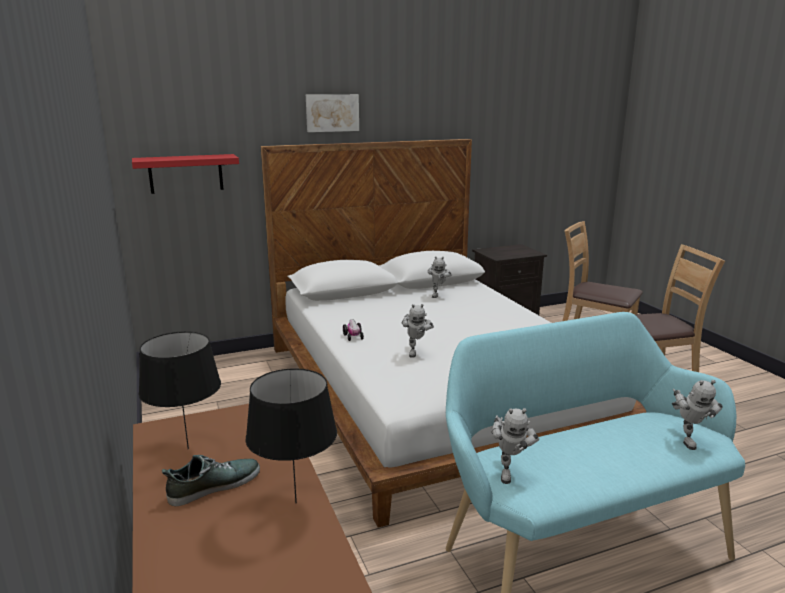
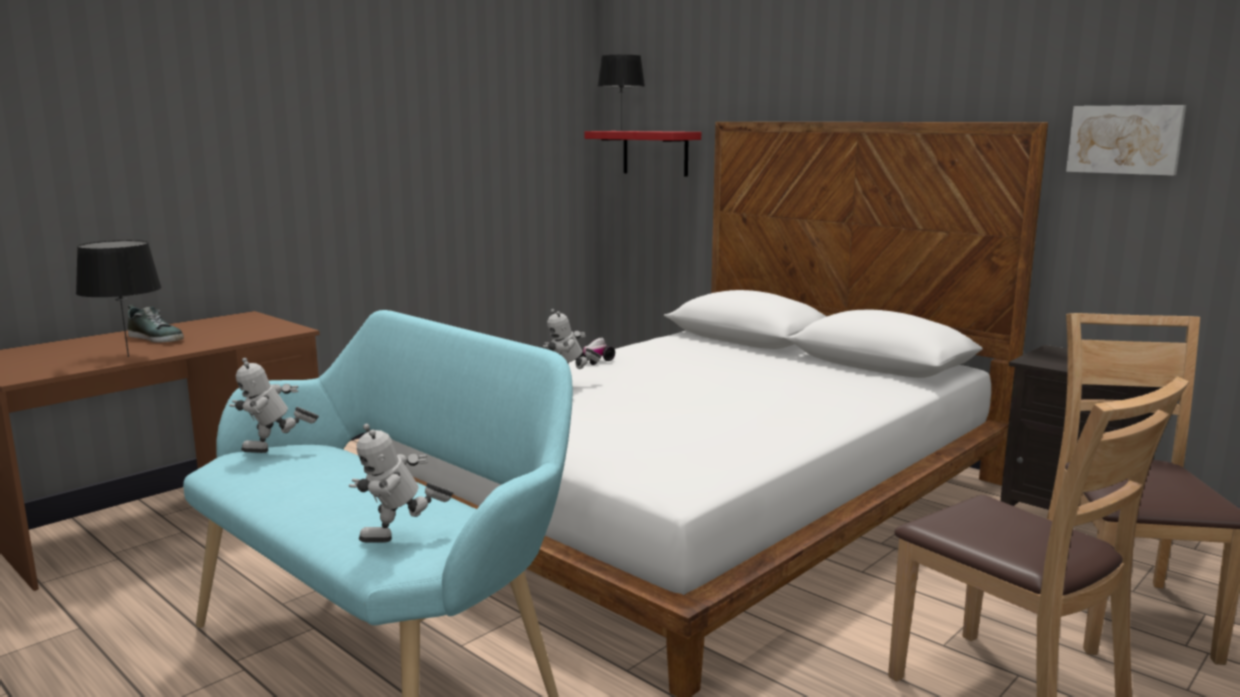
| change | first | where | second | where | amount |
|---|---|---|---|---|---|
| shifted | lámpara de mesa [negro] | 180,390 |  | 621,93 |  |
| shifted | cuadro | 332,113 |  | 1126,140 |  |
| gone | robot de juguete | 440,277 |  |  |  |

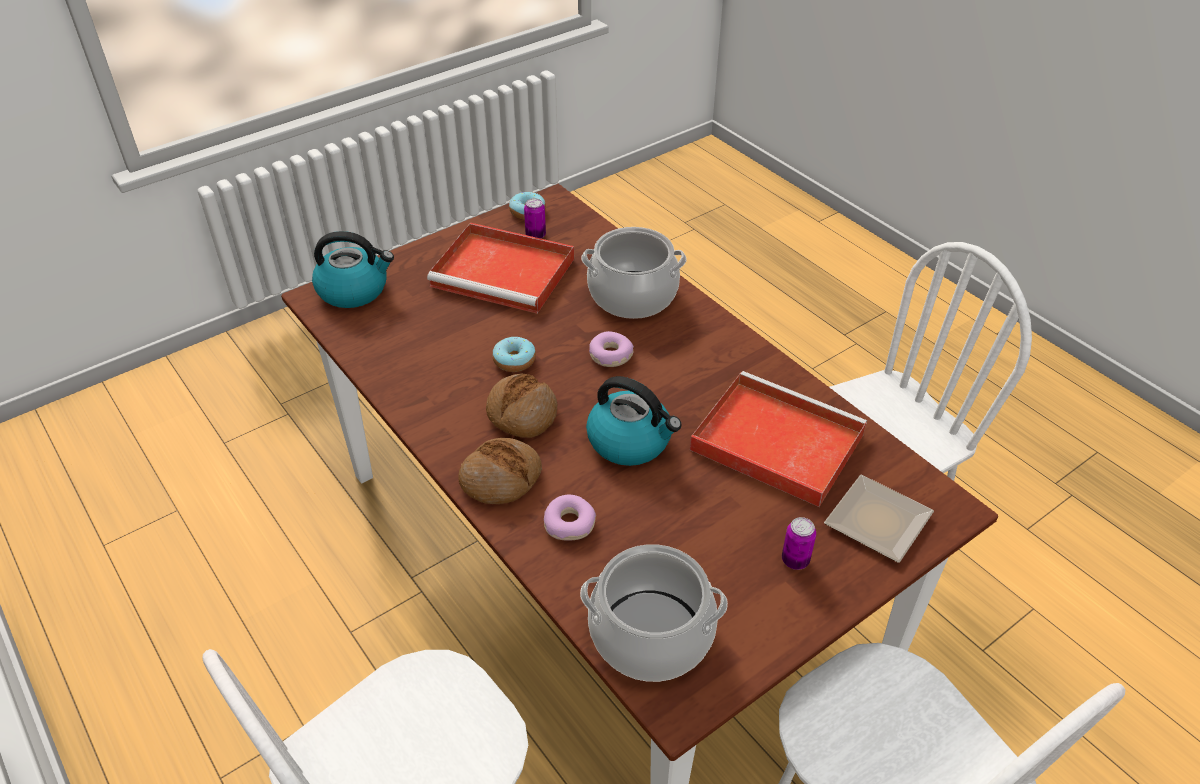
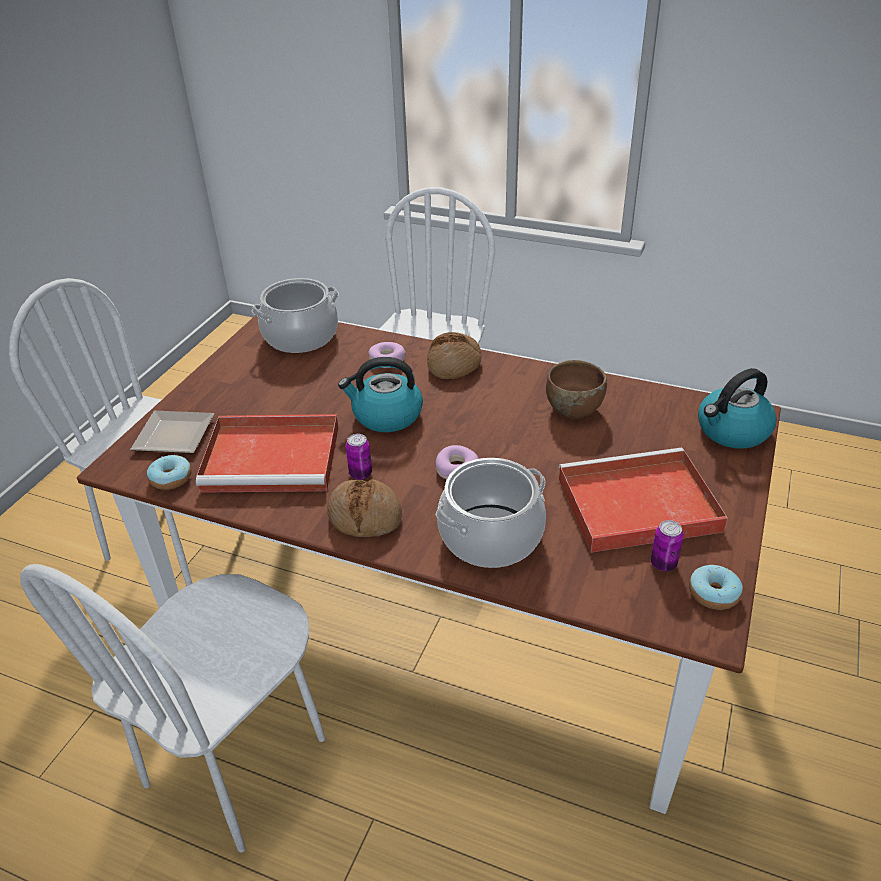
| change | first | where | second | where | amount |
|---|---|---|---|---|---|
| shifted | rosquilla | 514,354 |  | 169,472 |  |
| shifted | pan | 521,406 |  | 364,508 |  |
| shifted | lata | 799,543 |  | 359,457 |  |
| new |  |  | cuenco [marrón] | 576,389 |  |

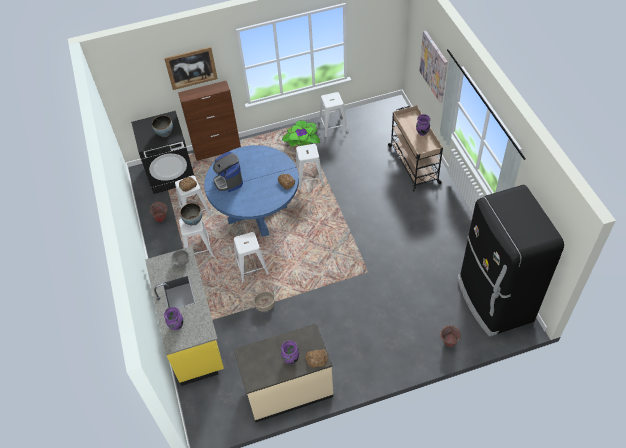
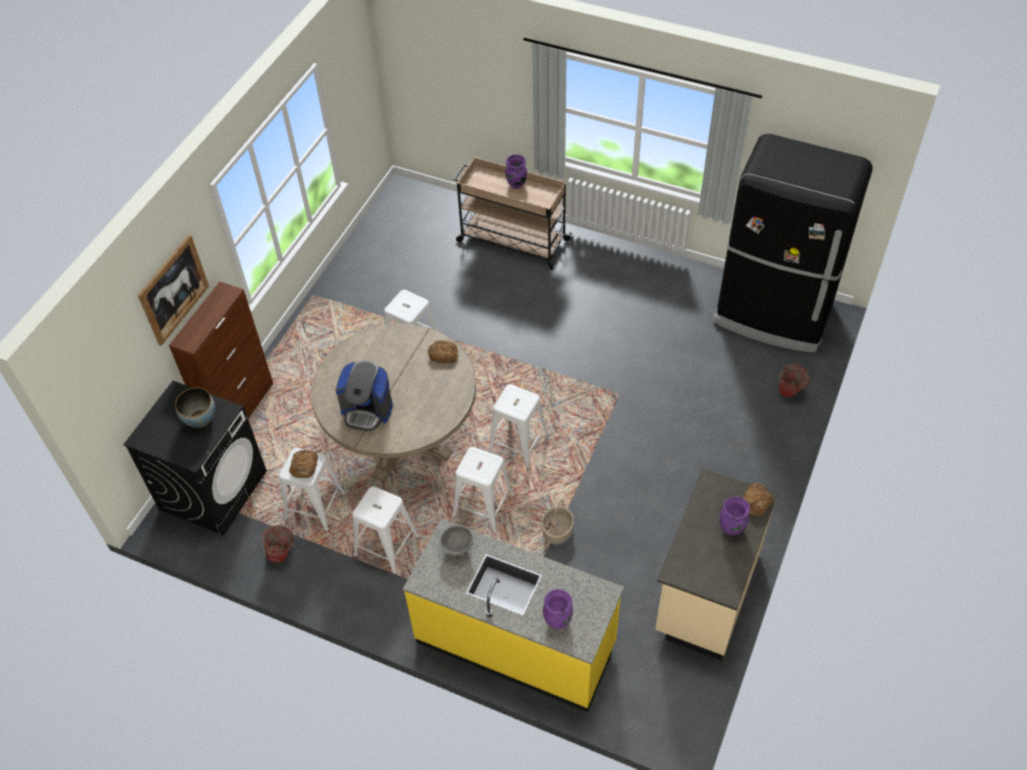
| change | first | where | second | where | amount |
|---|---|---|---|---|---|
| repainted | mesa de comedor [azul] | 251,191 | mesa de comedor [beis] | 393,402 |  |
| shifted | taburete [blanco] | 333,115 |  | 518,426 |  |
| gone | cuenco | 191,214 |  |  |  |
| gone | planta en maceta | 301,133 |  |  |  |
| gone | cuadro | 433,66 |  |  |  |

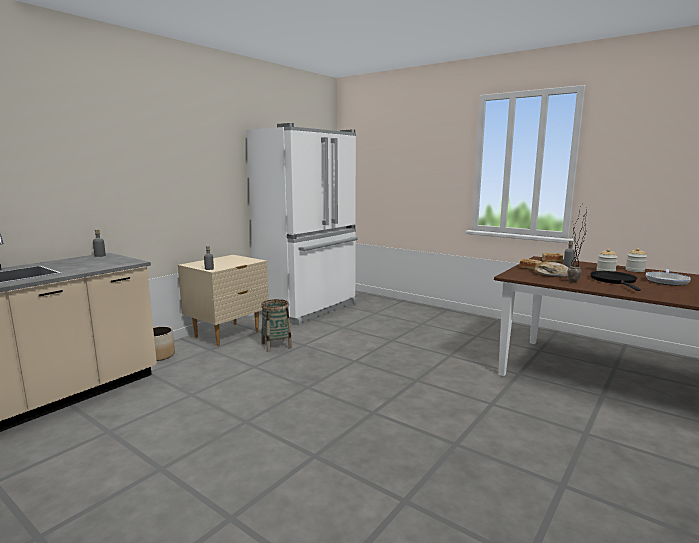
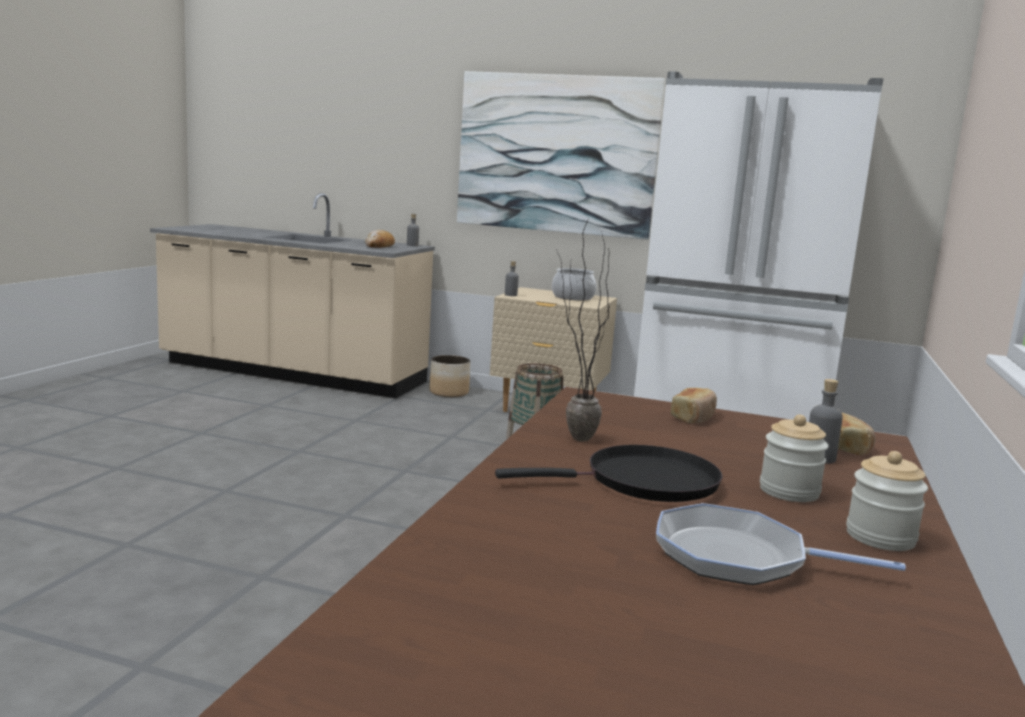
| change | first | where | second | where | amount |
|---|---|---|---|---|---|
| shifted | pan | 551,269 |  | 379,239 |  |
| new |  |  | cuadro | 561,155 |  |
| new |  |  | olla | 574,284 |  |

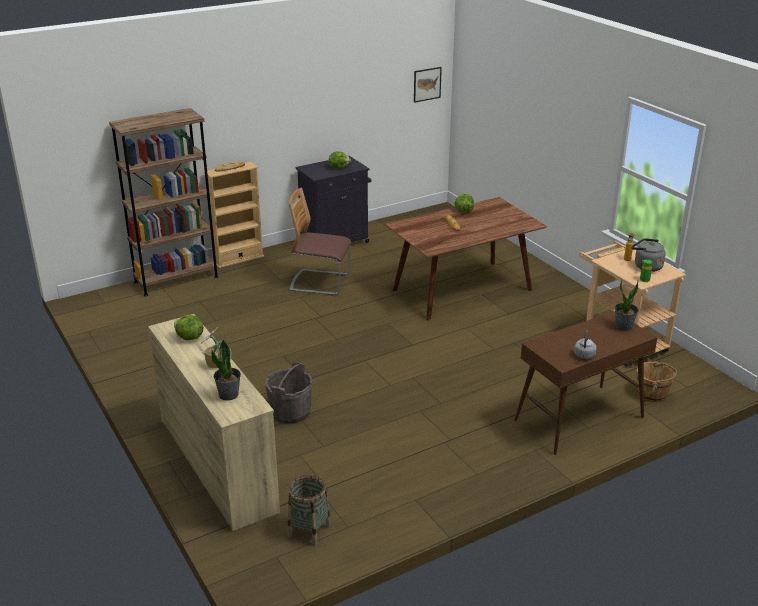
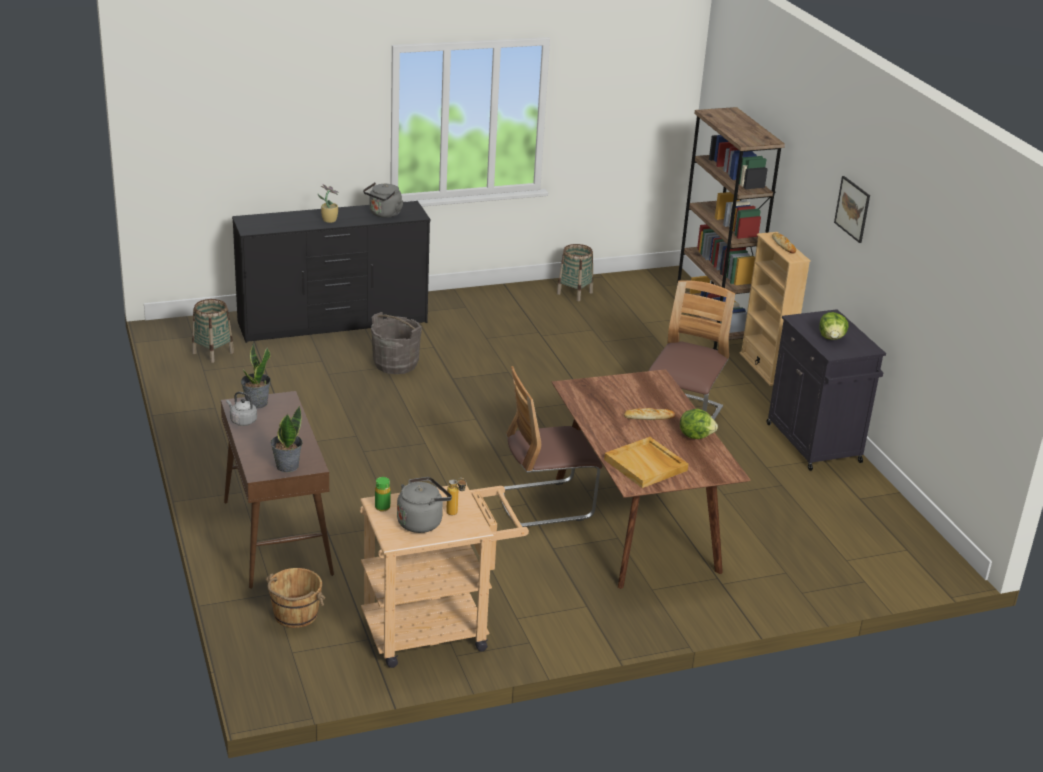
| change | first | where | second | where | amount |
|---|---|---|---|---|---|
| repainted | cómoda [beis] | 214,422 | cómoda [negro] | 331,272 |  |
| shifted | planta en maceta | 226,370 |  | 256,375 |  |
| swapped | lechuga | 188,327 | hervidor [gris] | 383,200 |  |
| new |  |  | silla | 551,446 |  |
| new |  |  | cesta | 575,272 |  |
| new |  |  | bandeja [beis] | 646,462 |  |
| shifted | cuadro | 428,85 |  | 852,209 |  |

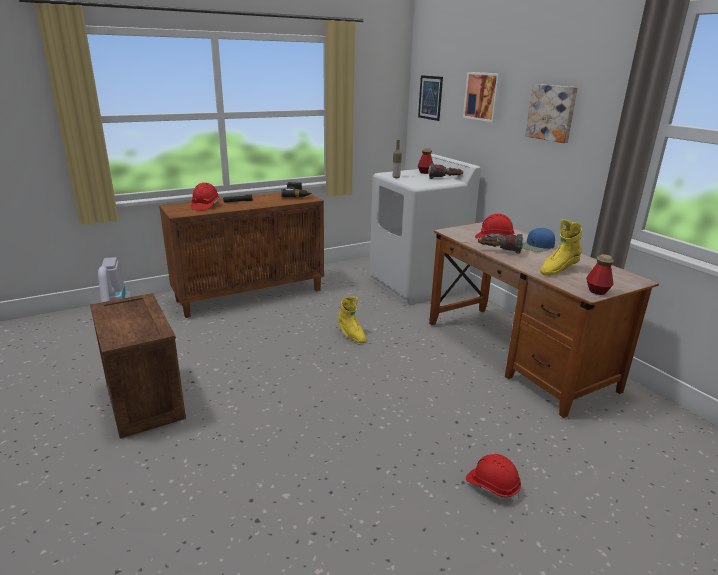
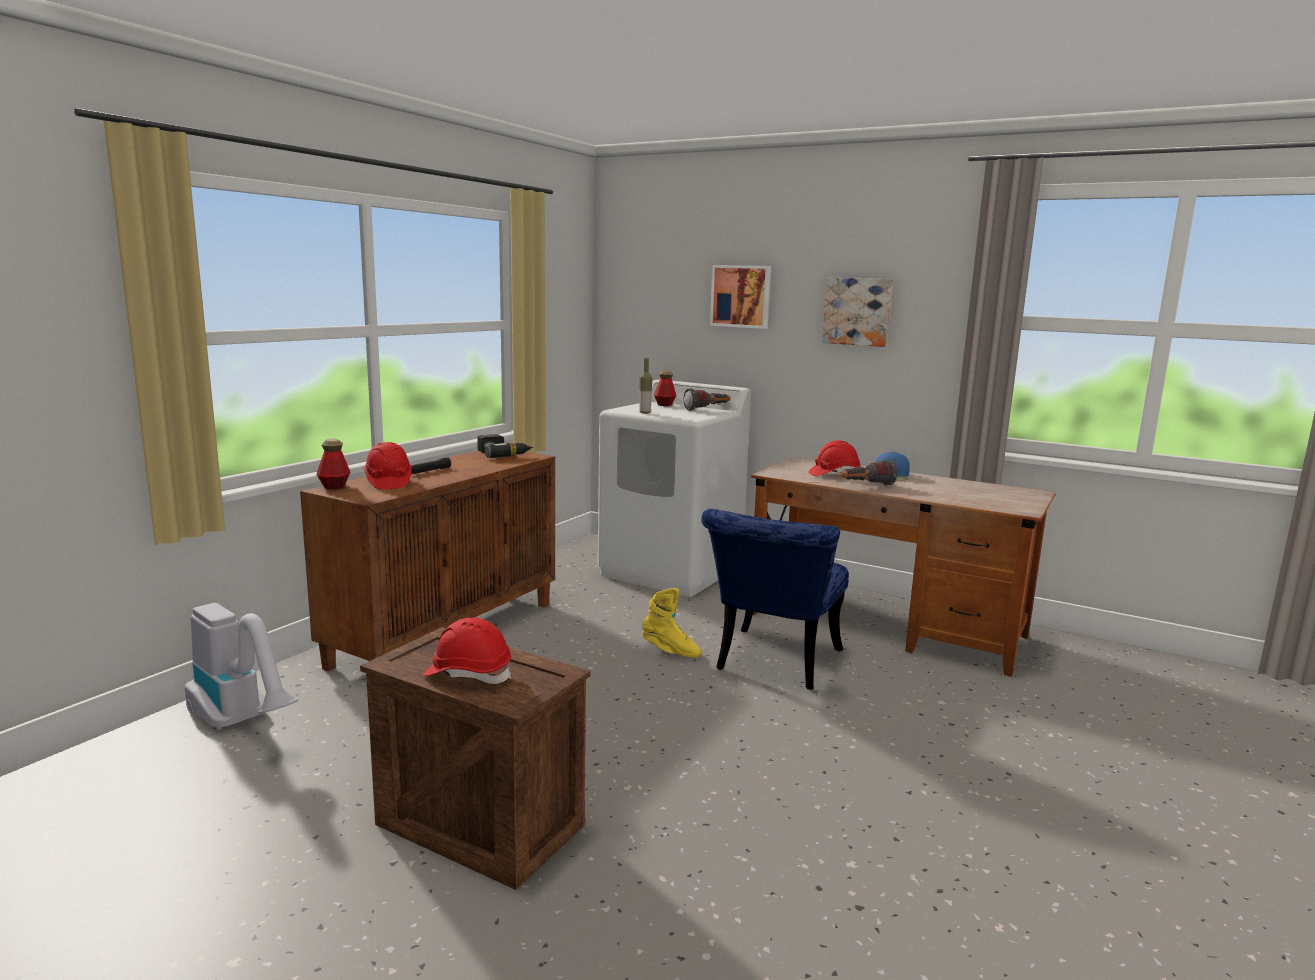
| change | first | where | second | where | amount |
|---|---|---|---|---|---|
| shifted | botella | 600,274 |  | 333,464 |  |
| shifted | casco [rojo] | 493,478 |  | 467,650 |  |
| new |  |  | silla [azul] | 775,599 |  |
| gone | cuadro | 430,98 |  |  |  |
| gone | bota [amarillo] | 561,247 |  |  |  |

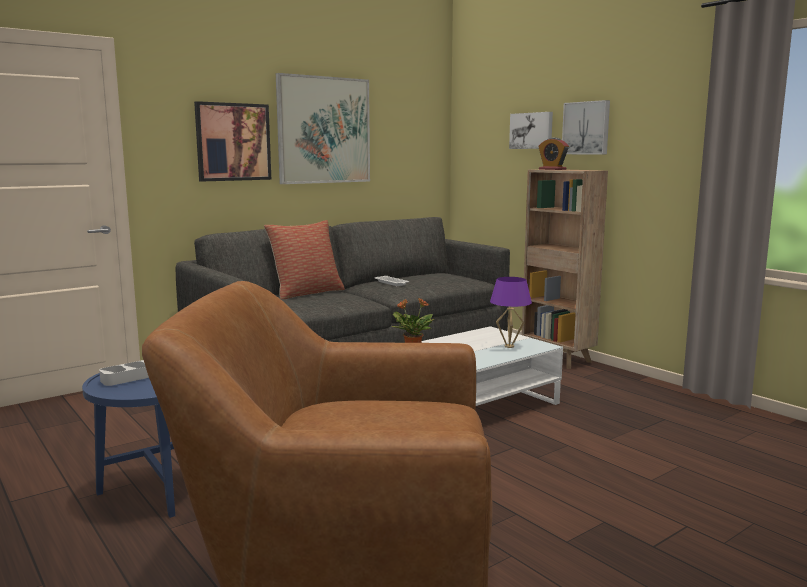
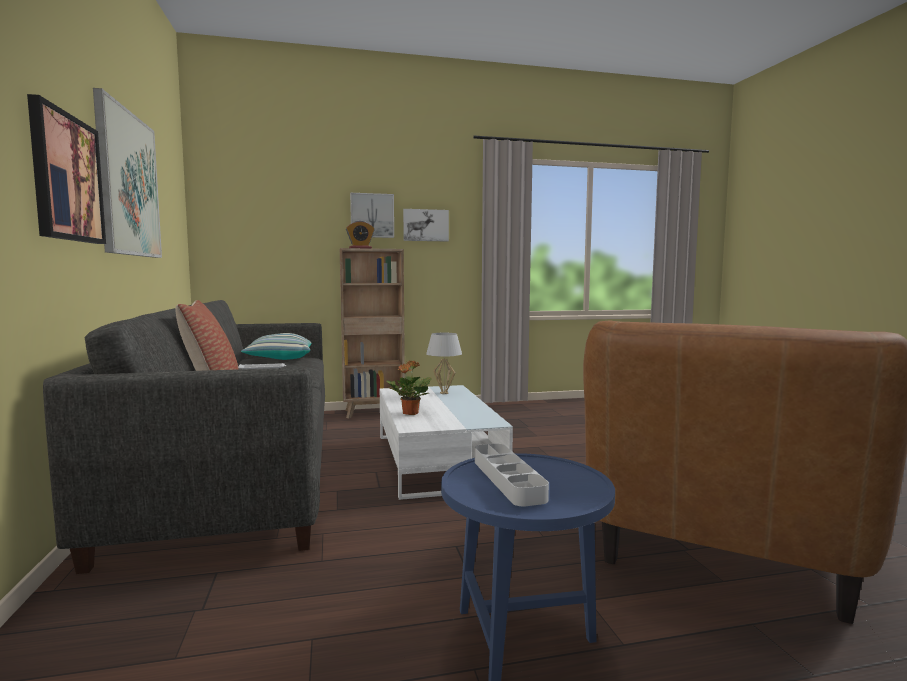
| change | first | where | second | where | amount |
|---|---|---|---|---|---|
| new |  |  | cojín | 276,346 |  |
| shifted | cuadro | 531,130 |  | 426,225 |  |
| repainted | lámpara de mesa [morado] | 511,312 | lámpara de mesa [blanco] | 444,363 |  |

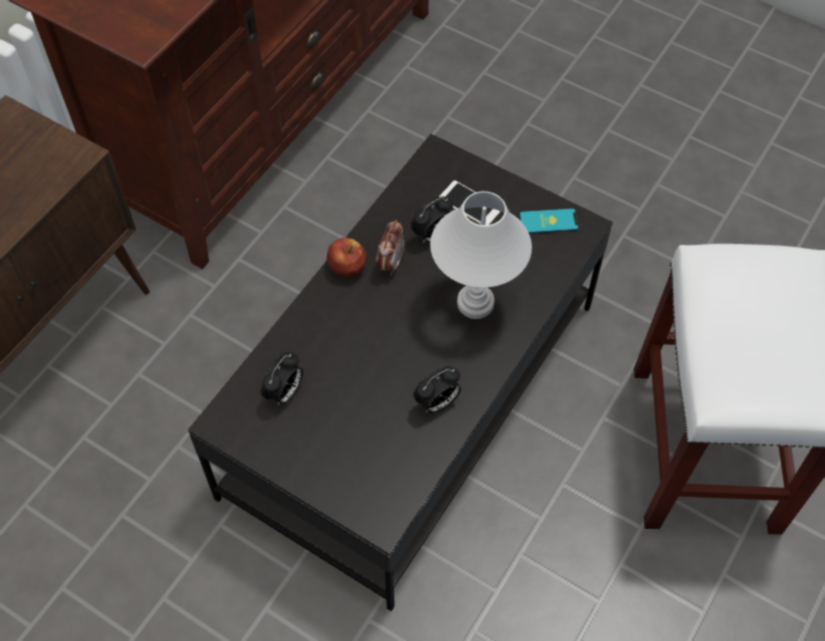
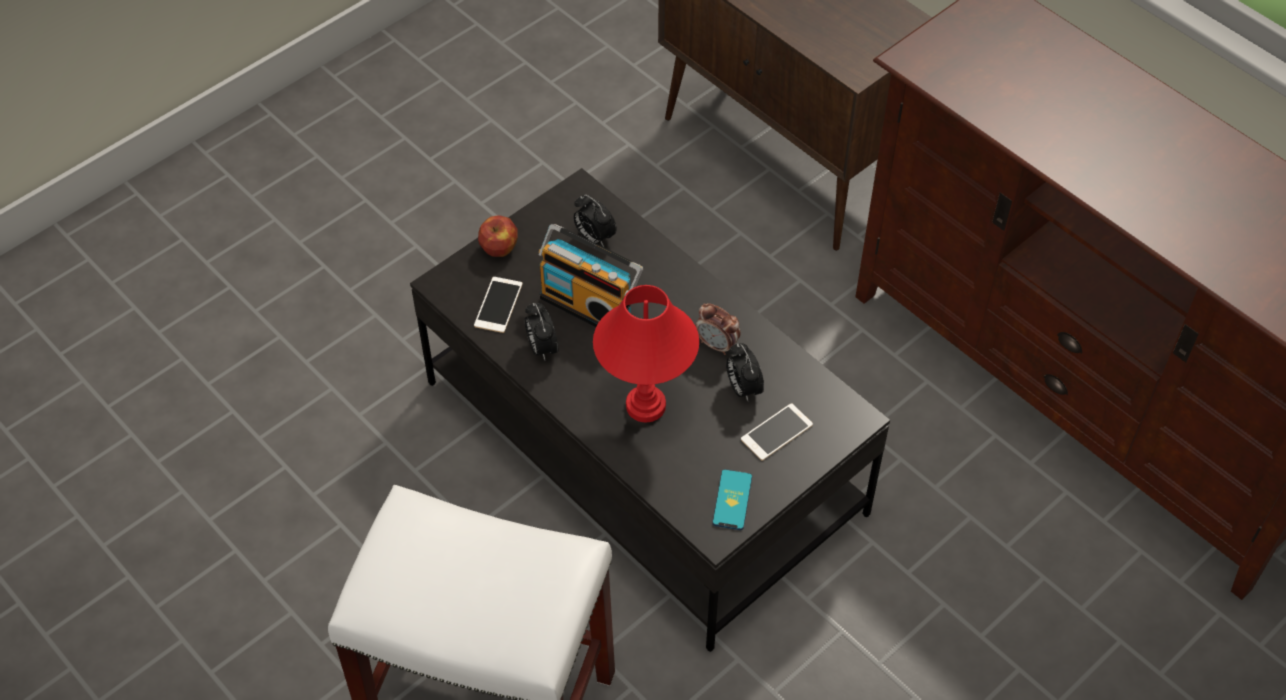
| change | first | where | second | where | amount |
|---|---|---|---|---|---|
| new |  |  | móvil | 498,305 |  |
| shifted | manzana | 347,257 |  | 498,236 |  |
| new |  |  | radio | 591,275 |  |
| repainted | lámpara de mesa [blanco] | 481,255 | lámpara de mesa [rojo] | 646,354 |  |

